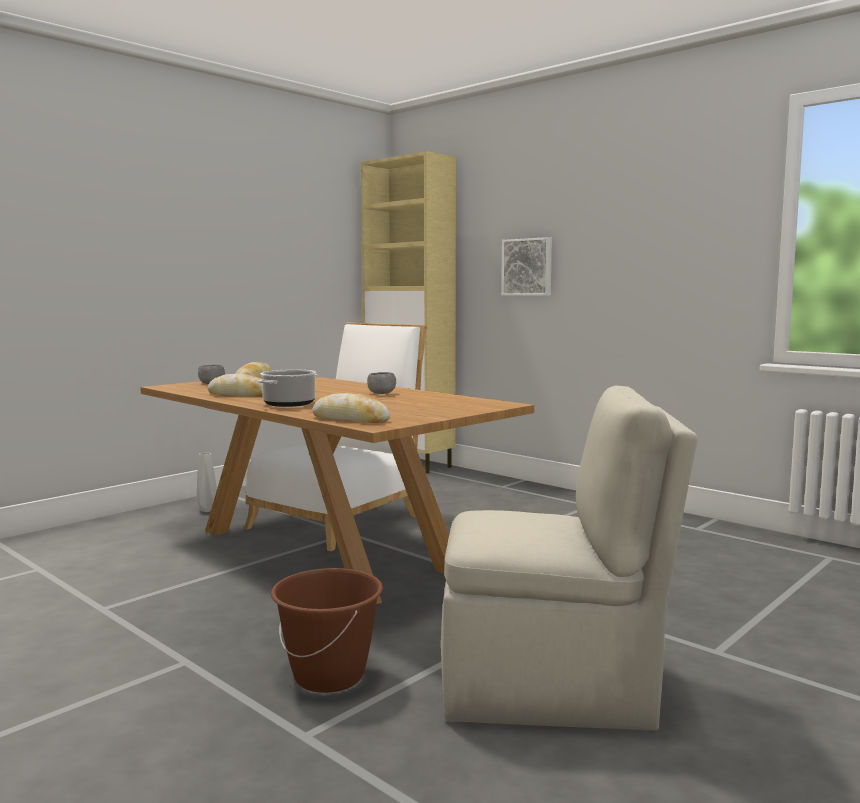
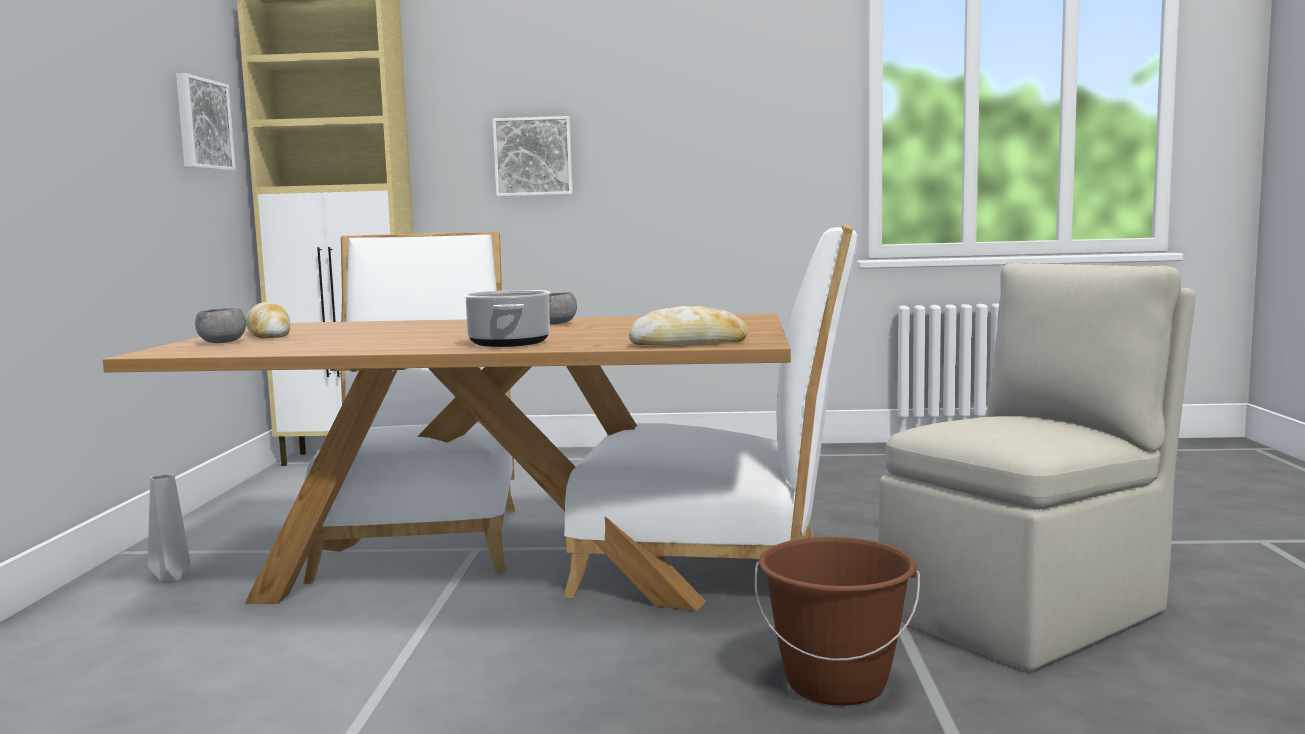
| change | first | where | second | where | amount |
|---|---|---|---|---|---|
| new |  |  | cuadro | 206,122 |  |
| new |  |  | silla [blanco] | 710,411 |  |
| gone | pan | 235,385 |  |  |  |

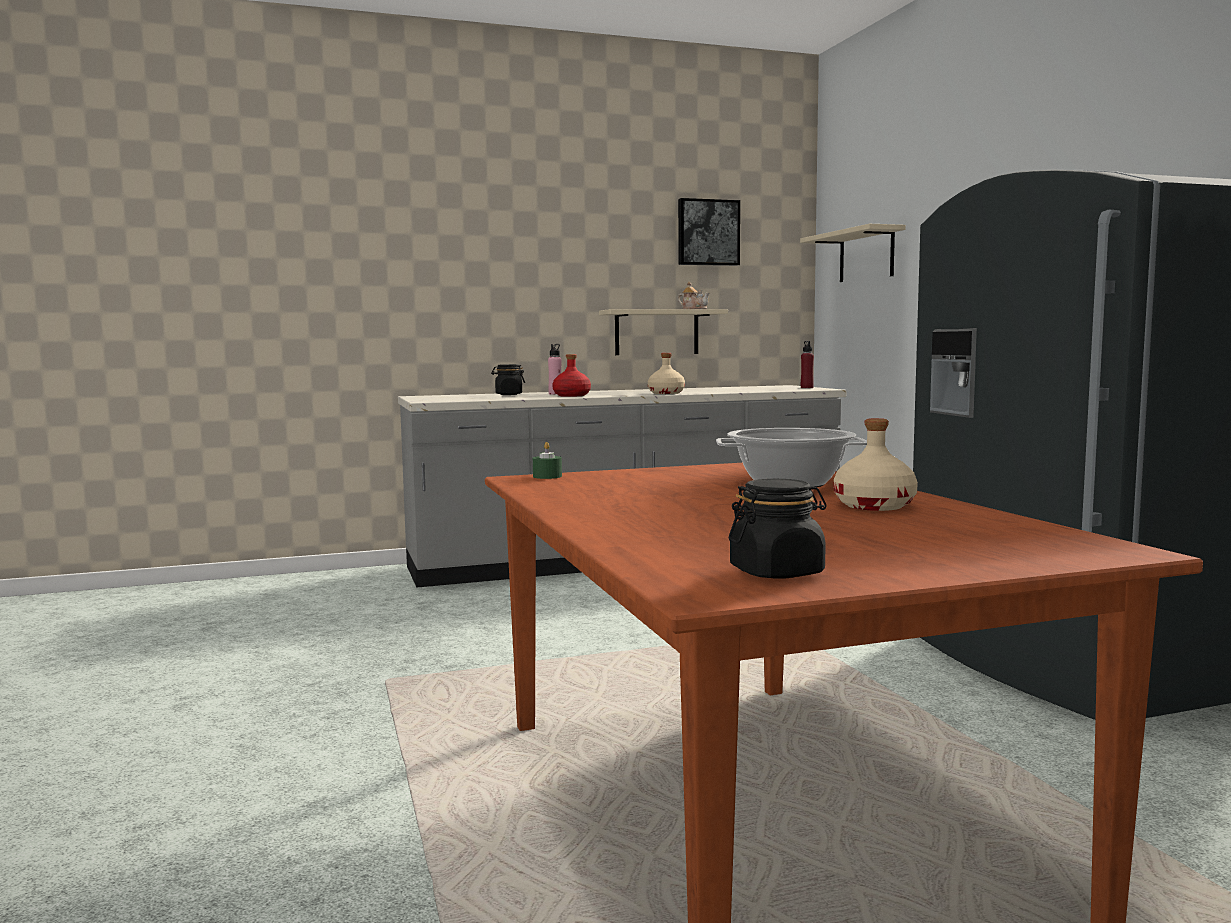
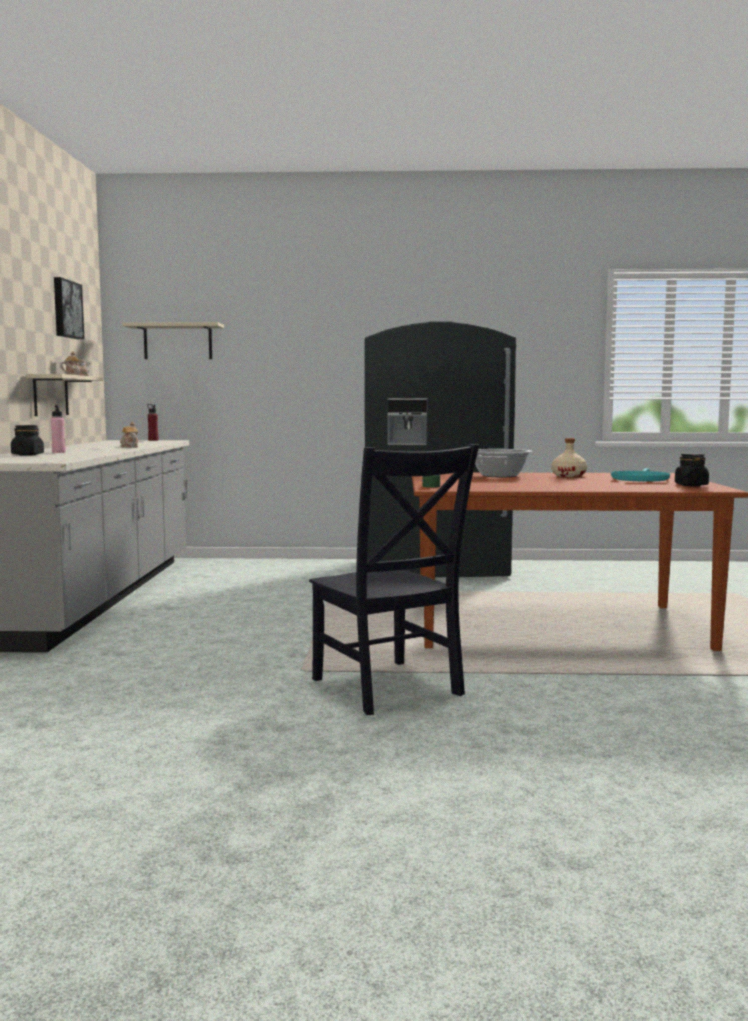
| change | first | where | second | where | amount |
|---|---|---|---|---|---|
| swapped | botella [beis] | 666,373 | tetera | 129,435 |  |
| new |  |  | silla [negro] | 394,579 |  |
| new |  |  | sartén [turquesa] | 640,475 |  |
| gone | botella [rojo] | 571,375 |  |  |  |

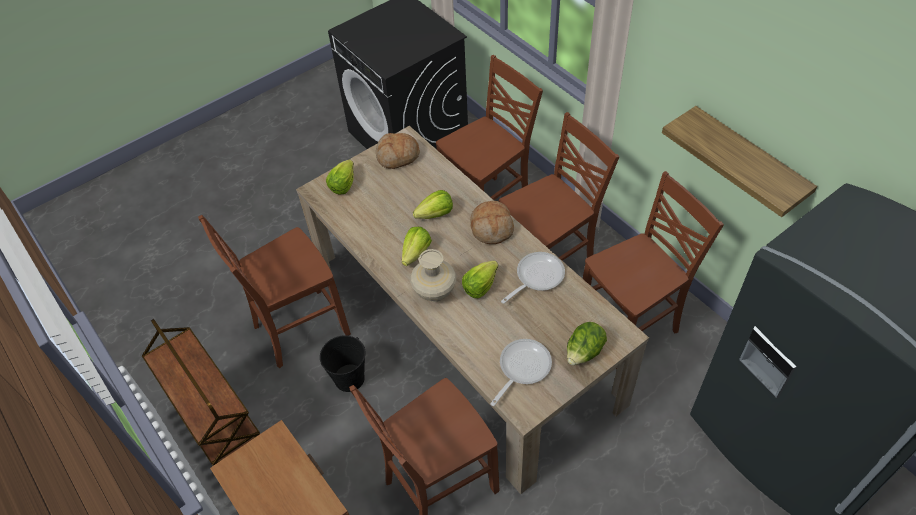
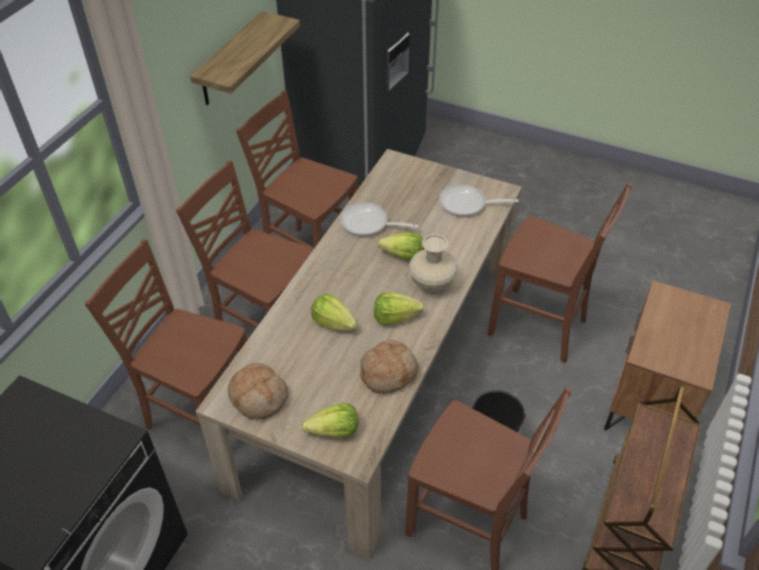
| change | first | where | second | where | amount |
|---|---|---|---|---|---|
| shifted | pan | 492,222 |  | 389,367 |  |
| gone | lechuga | 587,343 |  |  |  |

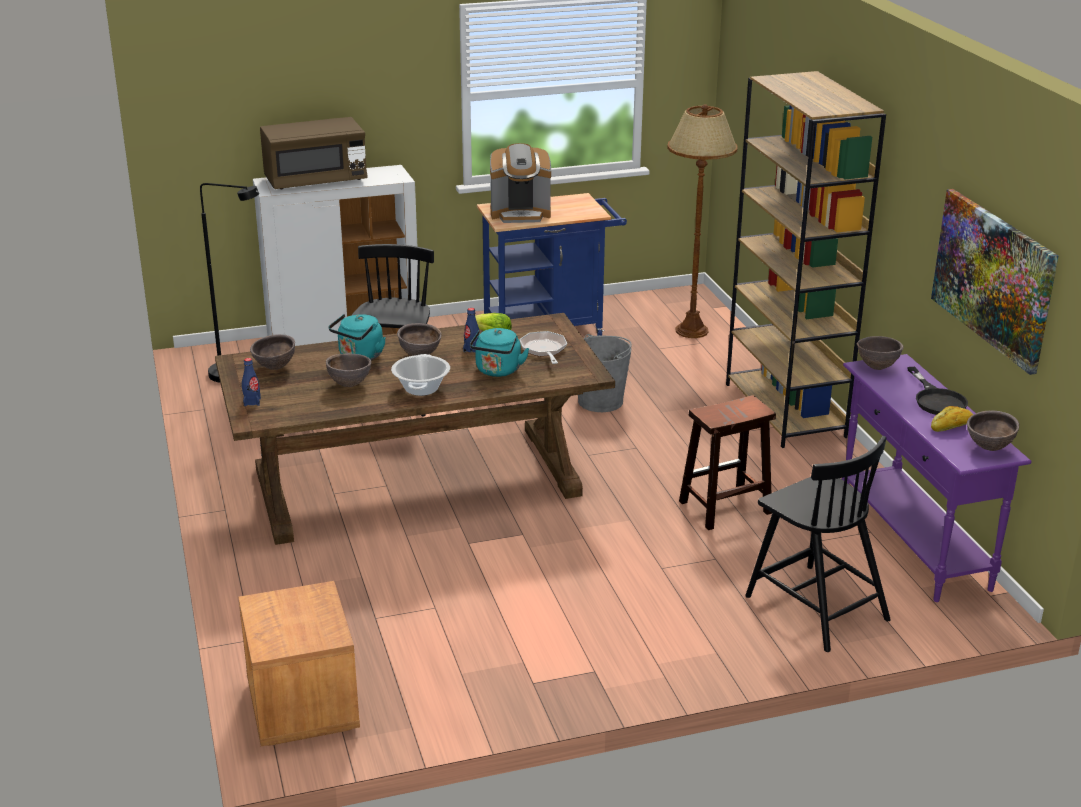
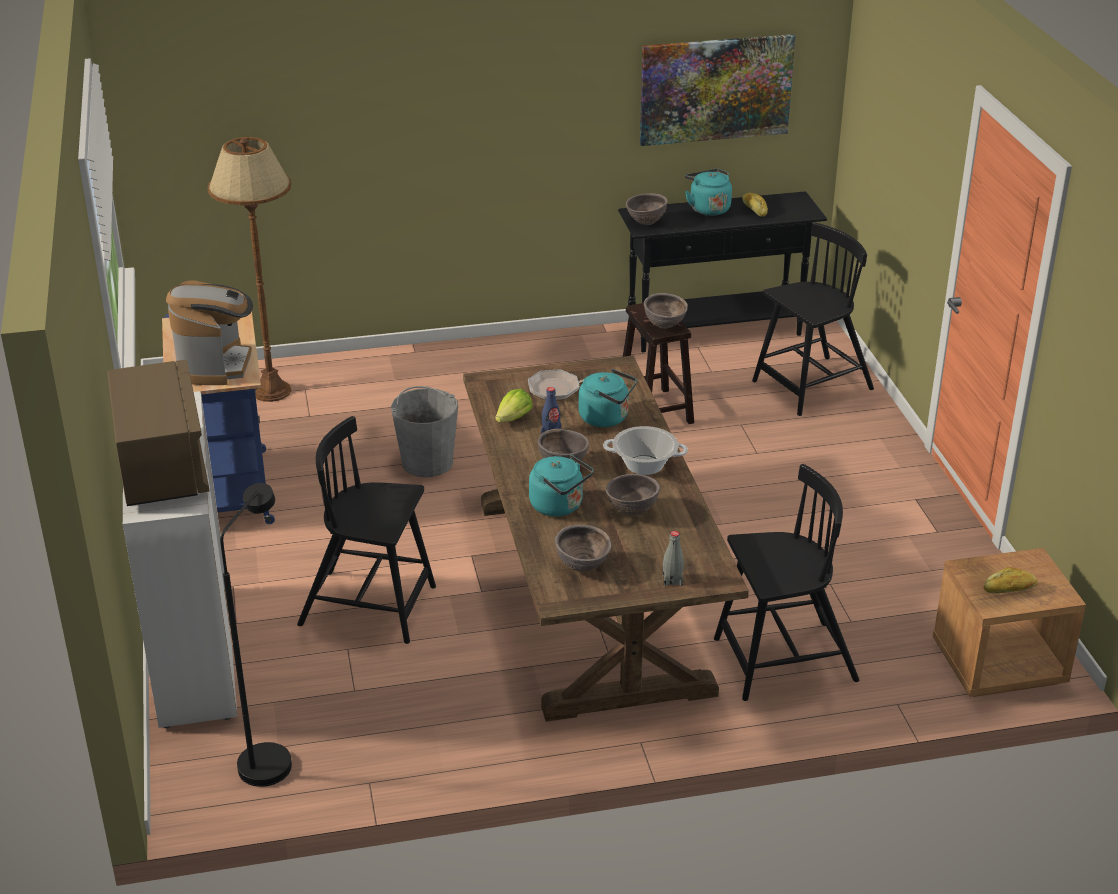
| change | first | where | second | where | amount |
|---|---|---|---|---|---|
| repainted | mesa consola [morado] | 937,478 | mesa consola [negro] | 722,272 |  |
| shifted | cuenco [marrón] | 993,431 |  | 666,311 |  |
| repainted | botella [azul] | 251,382 | botella [gris] | 673,558 |  |
| swapped | sartén [negro] | 937,391 | hervidor [turquesa] | 708,192 |  |
| new |  |  | silla [negro] | 786,582 |  |
| new |  |  | pan | 1011,580 |  |
| gone | estantería [marrón] | 806,259 |  |  |  |

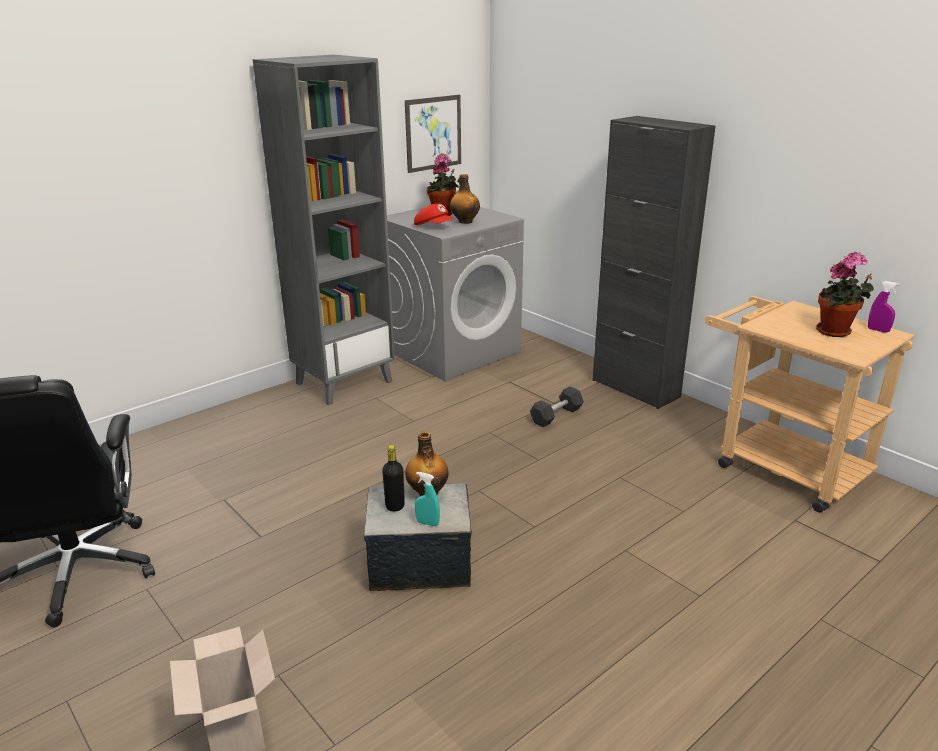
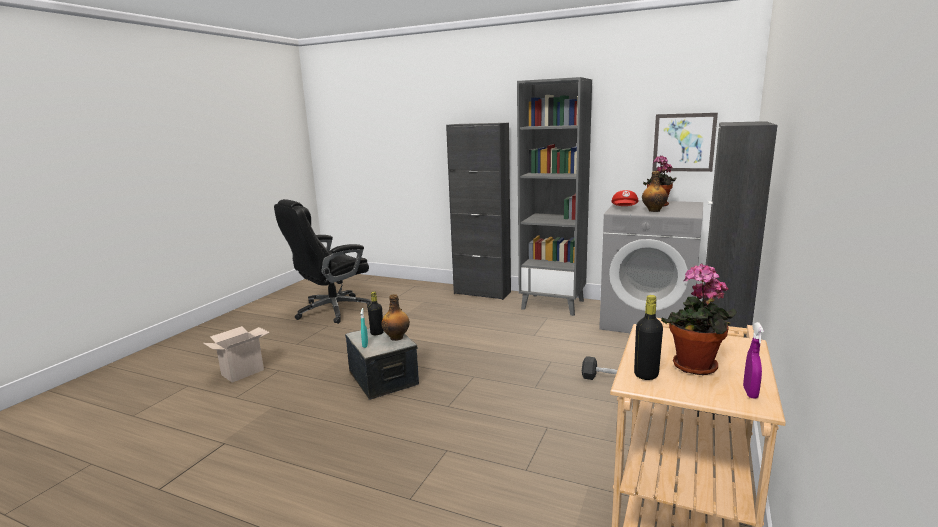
| change | first | where | second | where | amount |
|---|---|---|---|---|---|
| new |  |  | armario [negro] | 478,211 |  |
| new |  |  | botella [negro] | 648,337 |  |

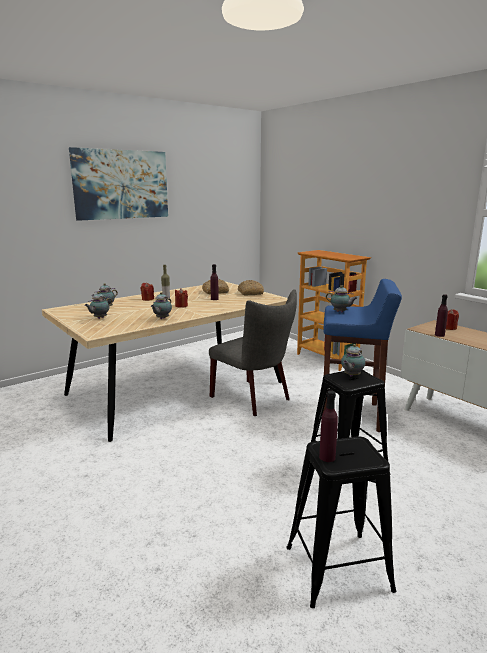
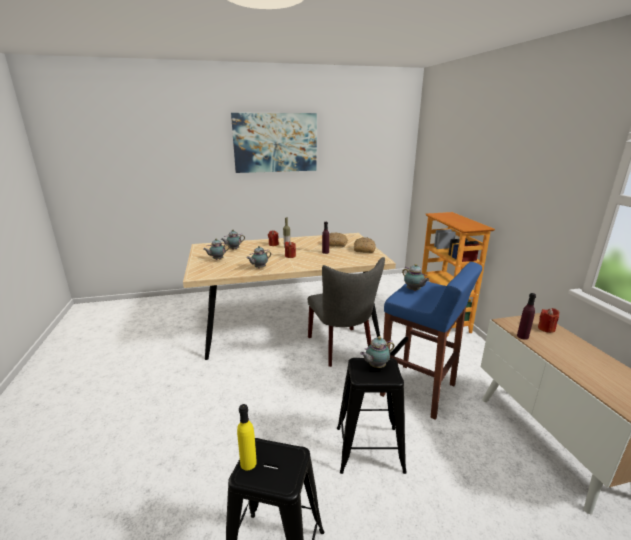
| change | first | where | second | where | amount |
|---|---|---|---|---|---|
| repainted | botella [morado] | 328,426 | botella [amarillo] | 247,437 |  |

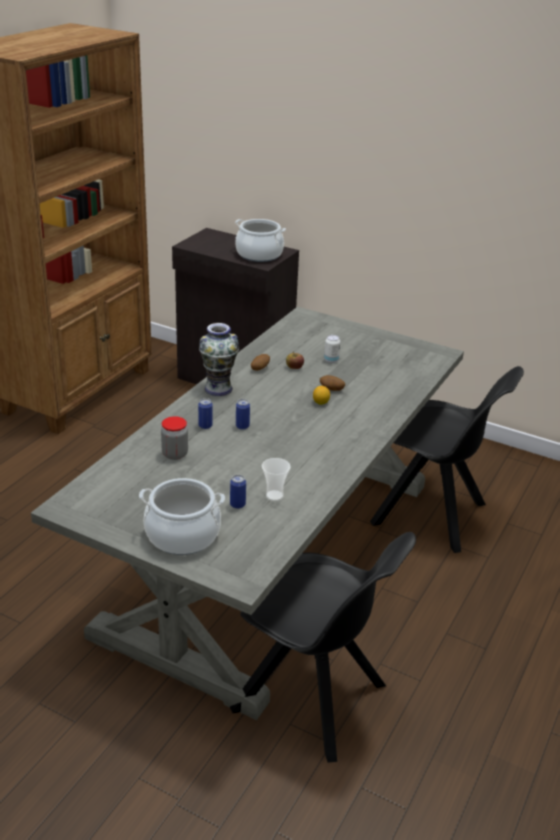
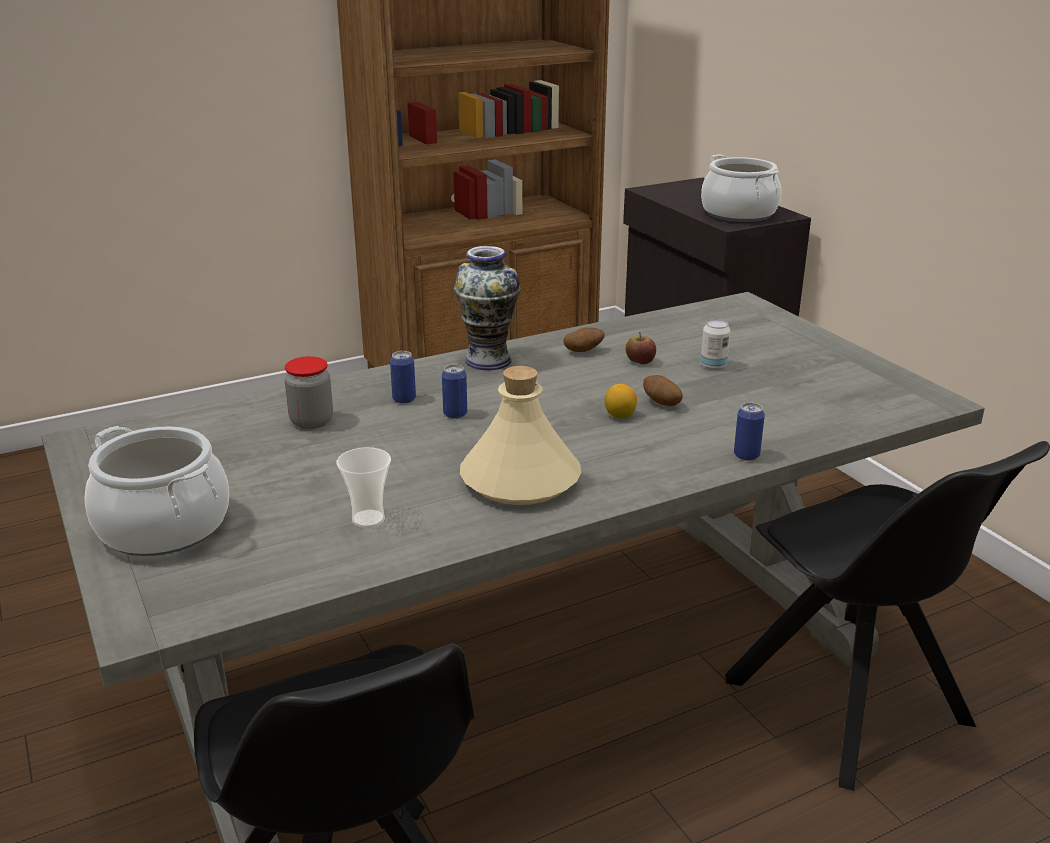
| change | first | where | second | where | amount |
|---|---|---|---|---|---|
| new |  |  | botella [beis] | 520,435 |  |
| shifted | lata | 238,491 |  | 749,431 |  |

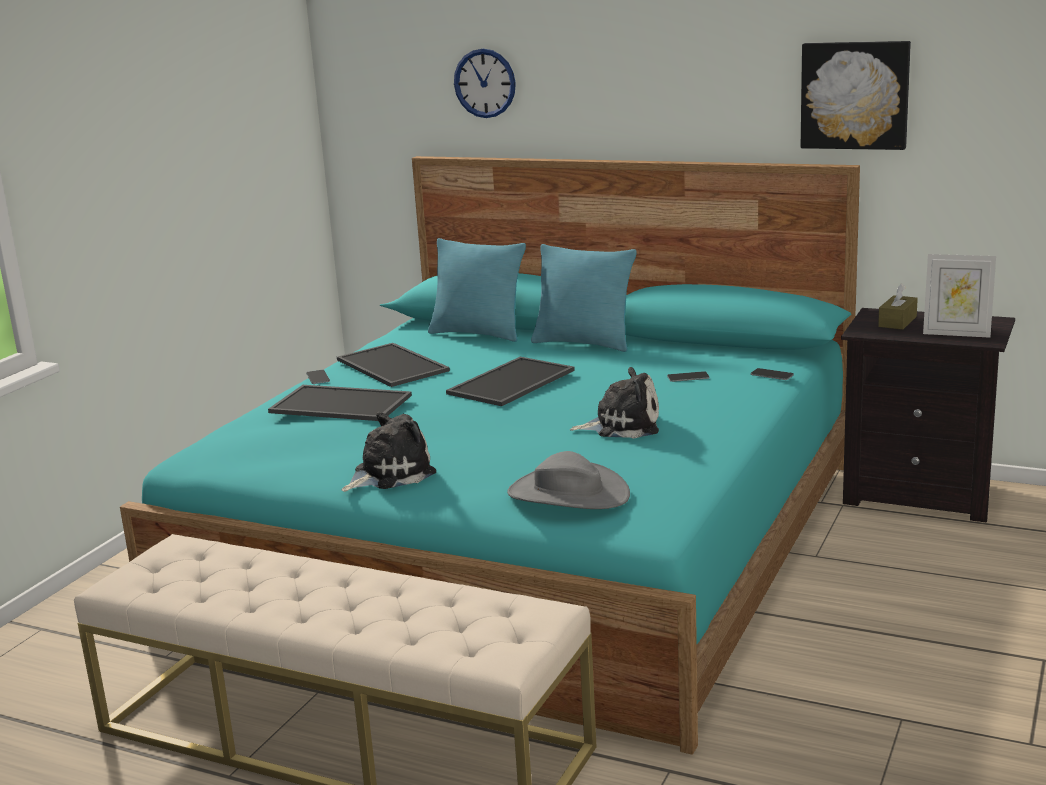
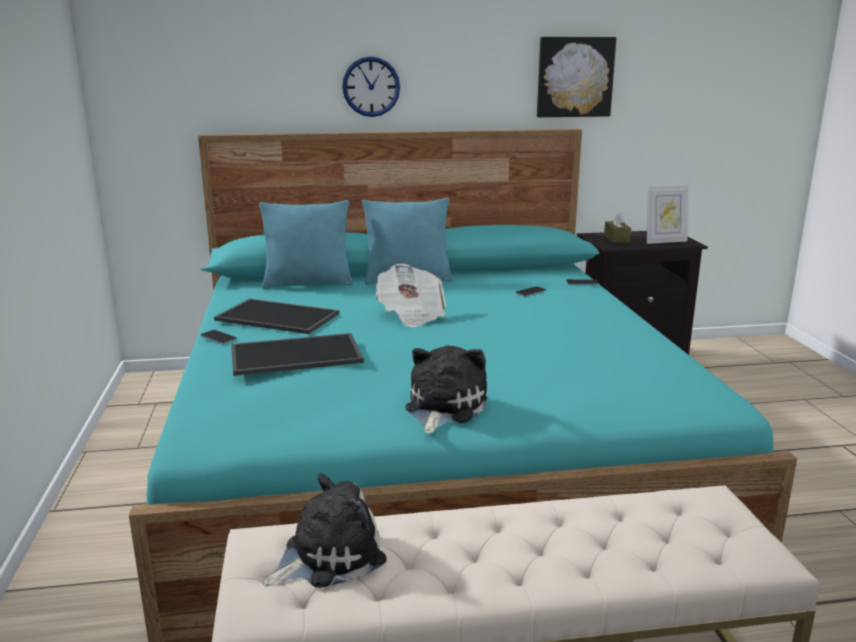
| change | first | where | second | where | amount |
|---|---|---|---|---|---|
| shifted | peluche | 614,403 |  | 325,530 |  |
| shifted | reloj de pared | 485,83 |  | 371,86 |  |
| swapped | bandeja | 510,381 | periódico | 411,295 |  |
| gone | sombrero [gris] | 568,480 |  |  |  |

